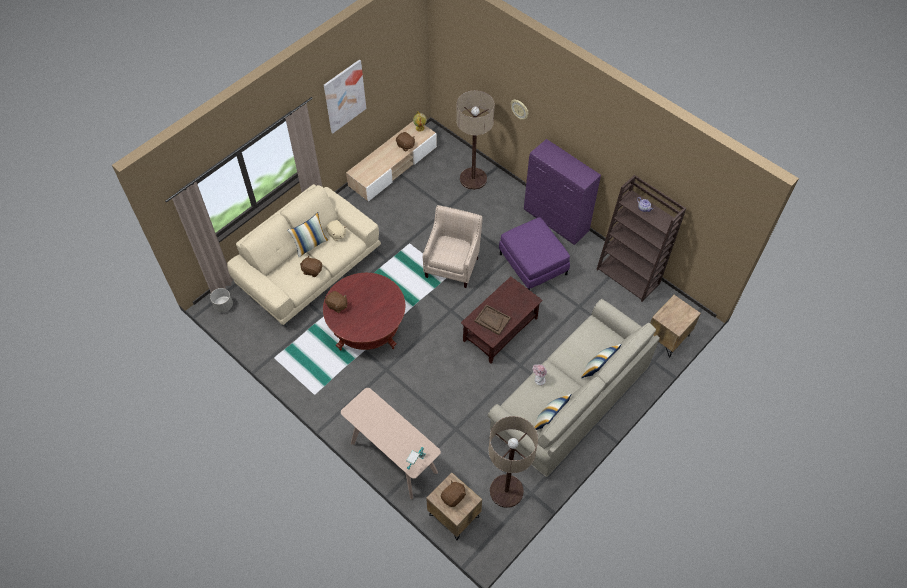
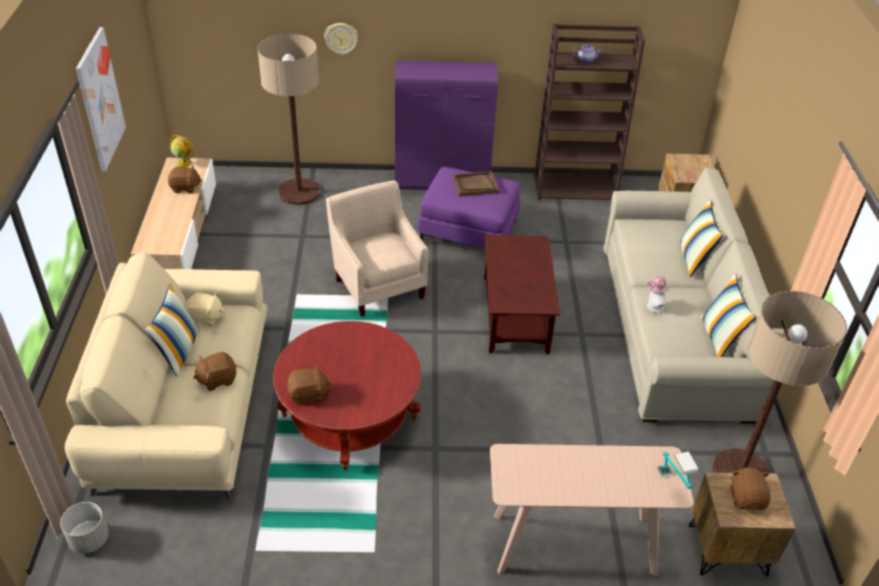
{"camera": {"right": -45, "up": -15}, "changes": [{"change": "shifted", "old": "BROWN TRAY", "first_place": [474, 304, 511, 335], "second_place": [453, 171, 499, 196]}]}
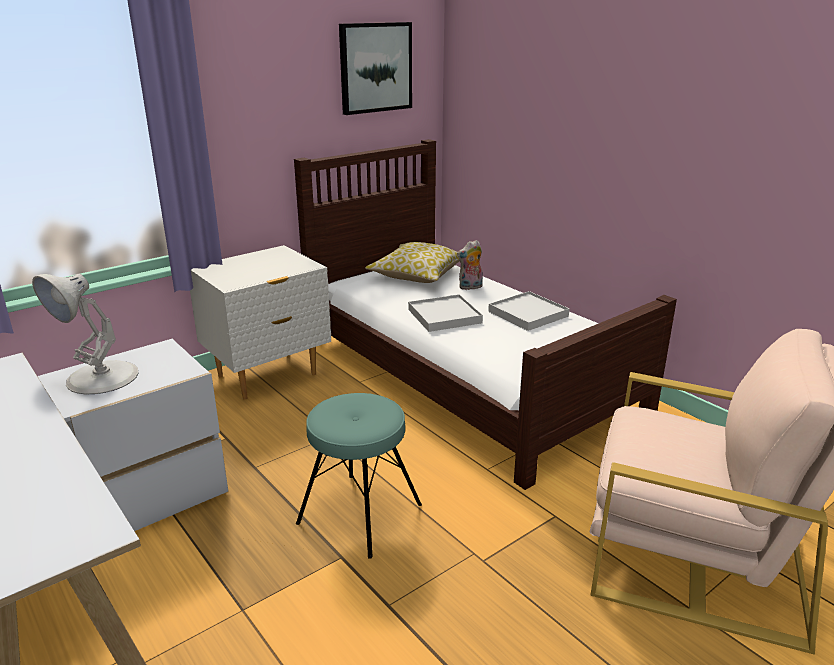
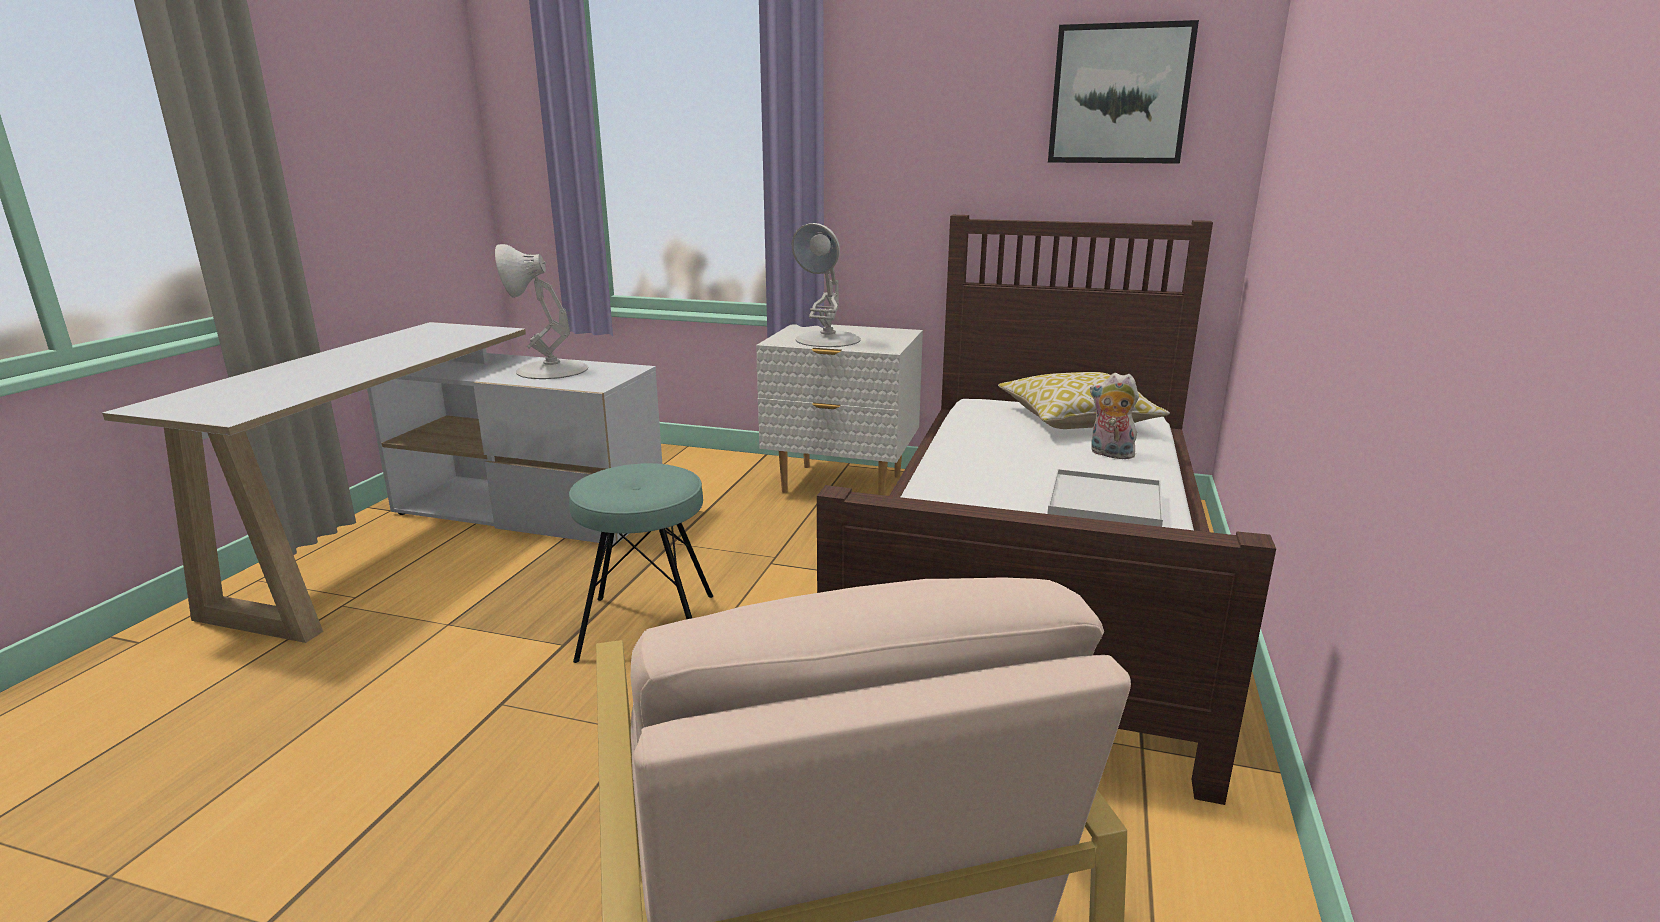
{"camera": {"right": 55, "up": -5}, "changes": [{"change": "gone", "old": "WHITE TRAY", "first_place": [408, 294, 483, 332]}, {"change": "new", "new": "WHITE TABLE LAMP", "second_place": [792, 223, 861, 347]}]}
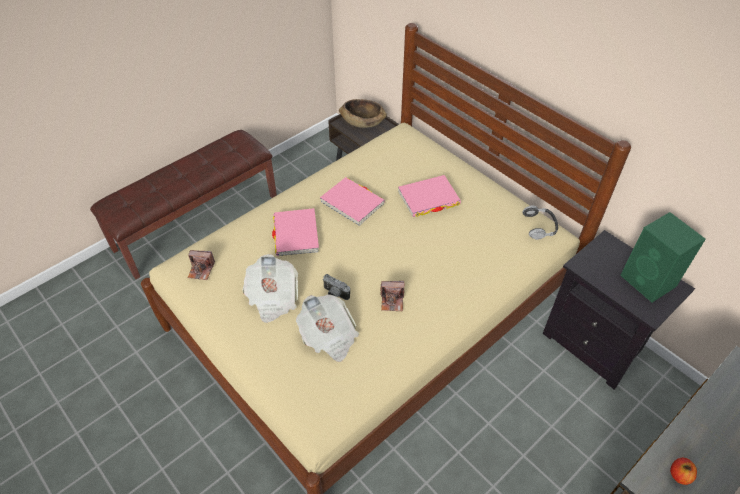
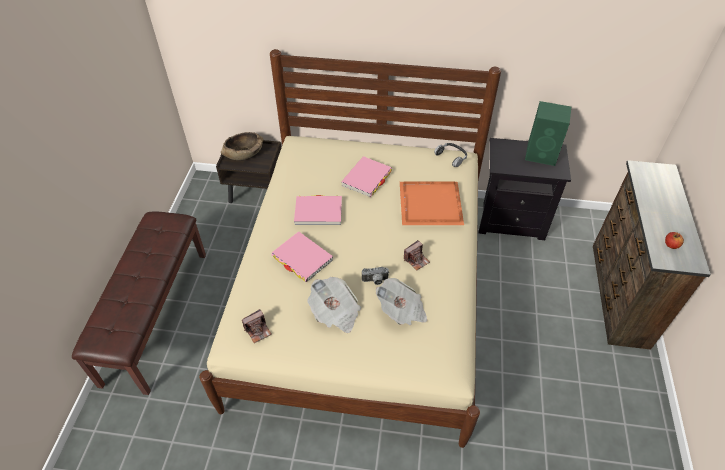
{"camera": {"right": -40, "up": 0}, "changes": [{"change": "new", "new": "ORANGE TRAY", "second_place": [400, 181, 464, 225]}]}
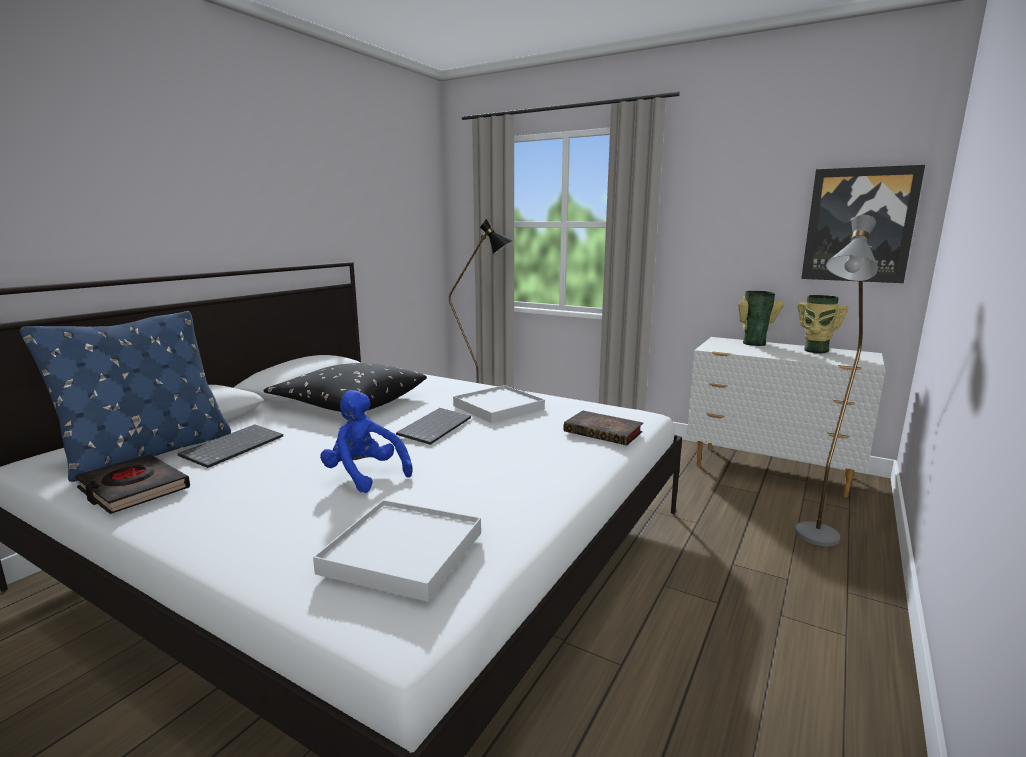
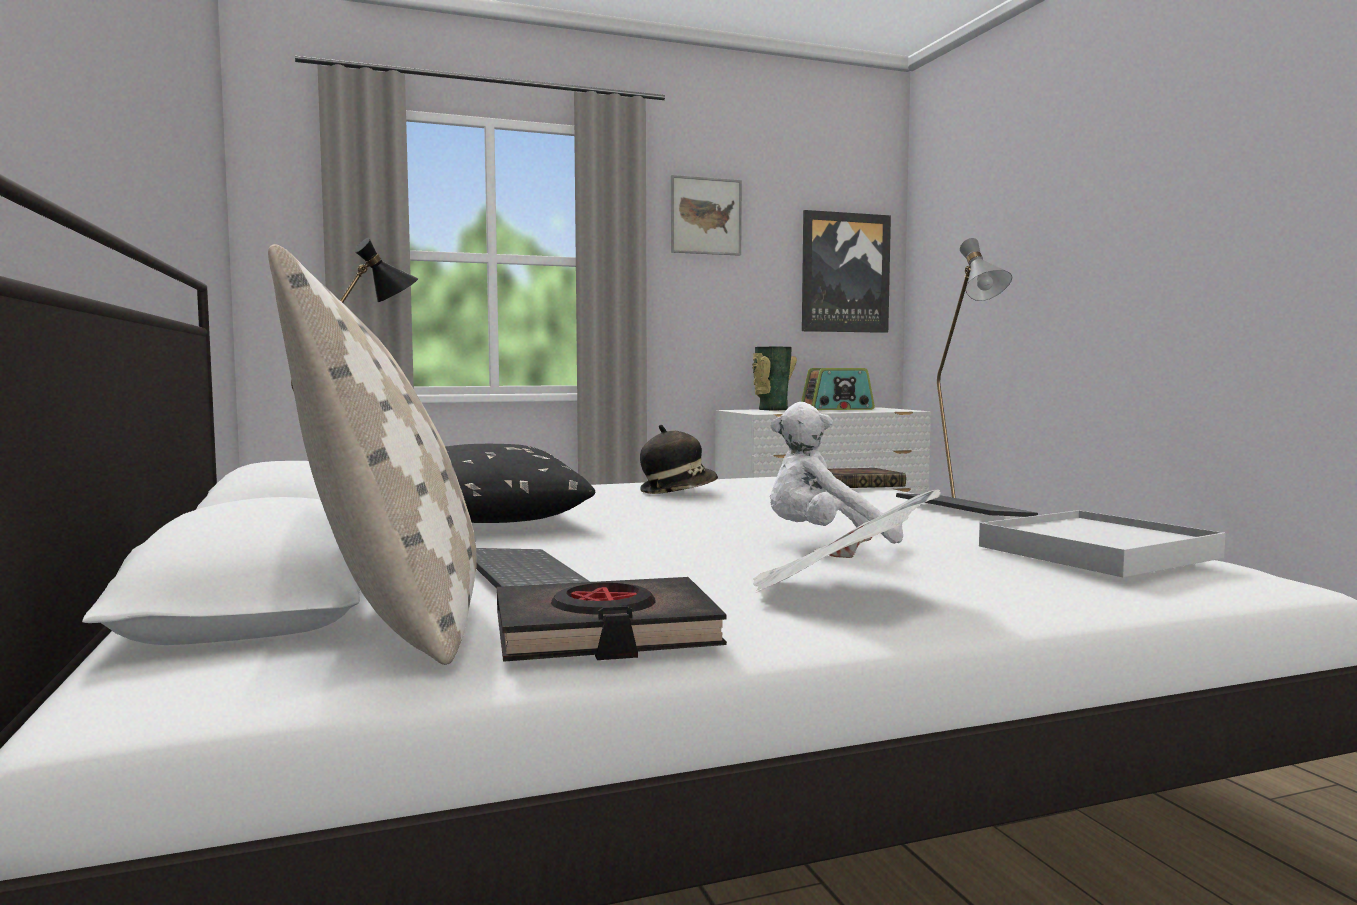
{"camera": {"right": -50, "up": -10}, "changes": [{"change": "swapped", "old": "VASE", "new": "RADIO", "first_place": [798, 295, 848, 353], "second_place": [801, 368, 875, 410]}, {"change": "repainted", "old": "BLUE PILLOW", "new": "BEIGE PILLOW", "first_place": [20, 311, 231, 482], "second_place": [268, 244, 477, 665]}, {"change": "swapped", "old": "WHITE TRAY", "new": "HAT", "first_place": [453, 385, 545, 423], "second_place": [640, 425, 718, 494]}, {"change": "repainted", "old": "BLUE PLUSH TOY", "new": "WHITE PLUSH TOY", "first_place": [320, 390, 413, 493], "second_place": [770, 402, 903, 544]}, {"change": "shifted", "old": "KEYBOARD", "first_place": [396, 408, 471, 445], "second_place": [896, 493, 1038, 517]}, {"change": "new", "new": "PICTURE", "second_place": [671, 175, 742, 256]}, {"change": "new", "new": "NEWSPAPER", "second_place": [753, 490, 941, 593]}]}
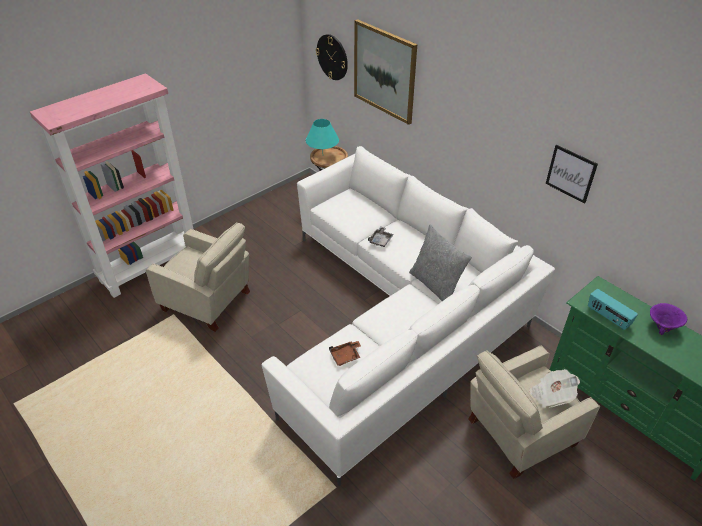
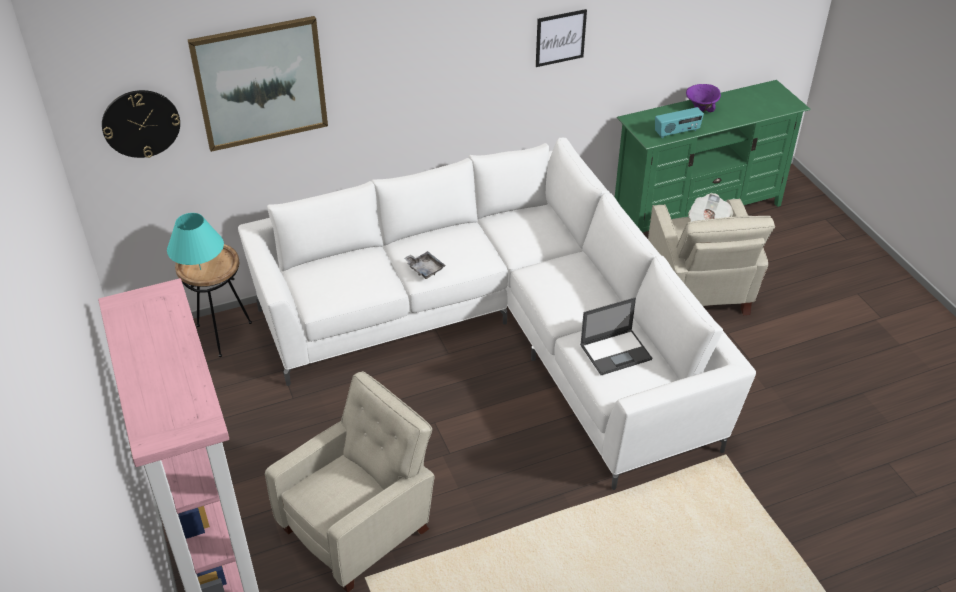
{"camera": {"right": -70, "up": 0}, "changes": [{"change": "gone", "old": "GREY PILLOW", "first_place": [409, 224, 472, 301]}, {"change": "swapped", "old": "BROWN TRAY", "new": "LAPTOP", "first_place": [329, 341, 361, 366], "second_place": [580, 297, 652, 375]}]}
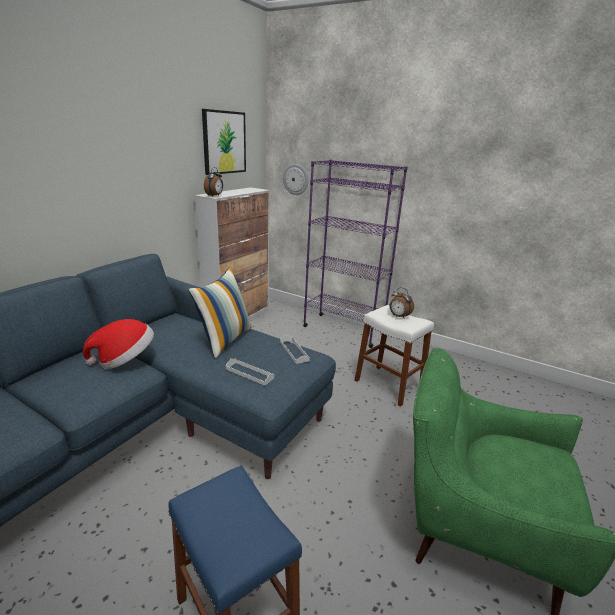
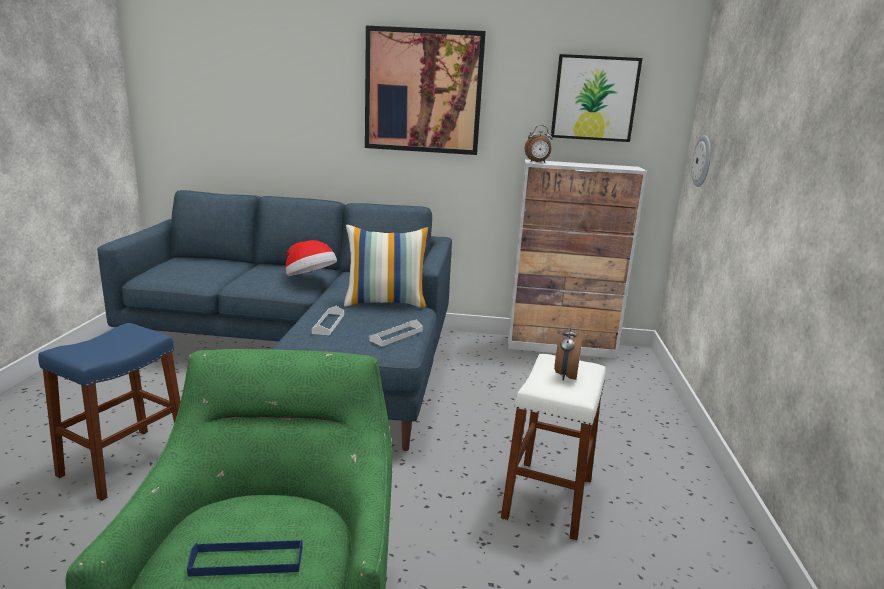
{"camera": {"right": 65, "up": -5}, "changes": [{"change": "gone", "old": "PURPLE BOOKCASE", "first_place": [303, 160, 408, 348]}, {"change": "new", "new": "PICTURE", "second_place": [365, 26, 486, 155]}, {"change": "new", "new": "BLUE TRAY", "second_place": [187, 539, 303, 577]}]}
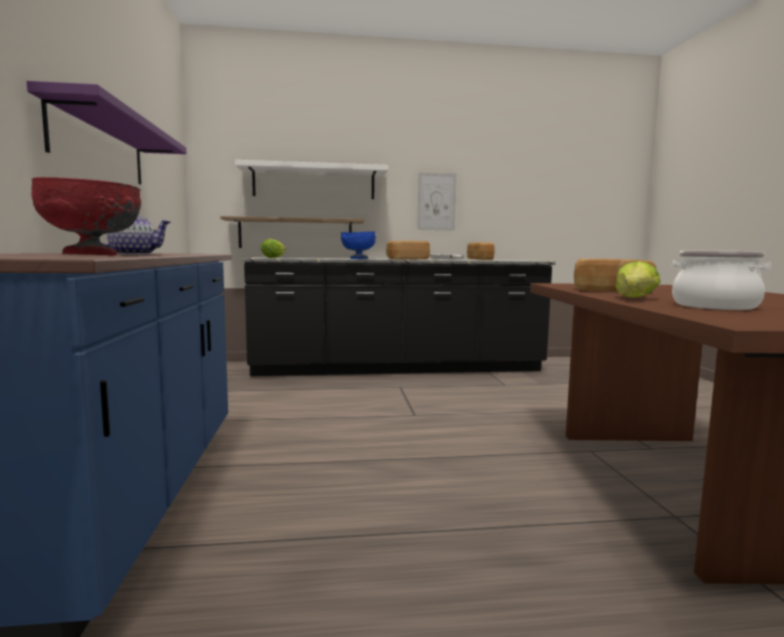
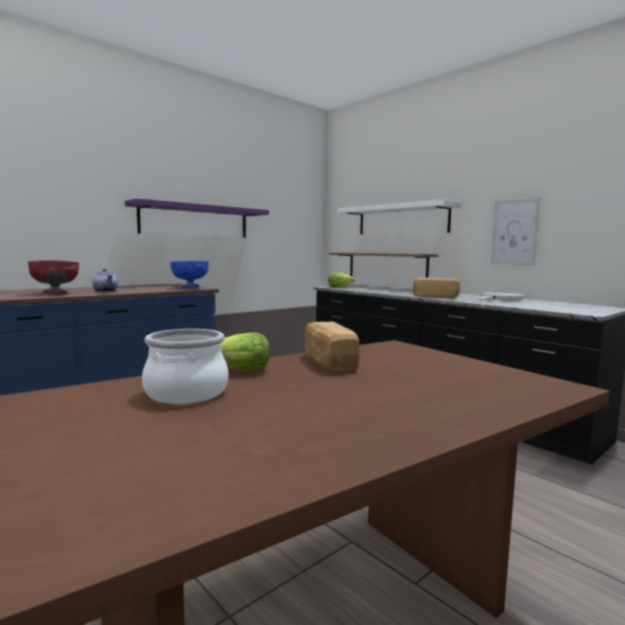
{"camera": {"right": 55, "up": 0}, "changes": [{"change": "shifted", "old": "BLUE BOWL", "first_place": [341, 232, 376, 259], "second_place": [170, 261, 209, 288]}, {"change": "gone", "old": "BREAD", "first_place": [467, 242, 495, 260]}]}
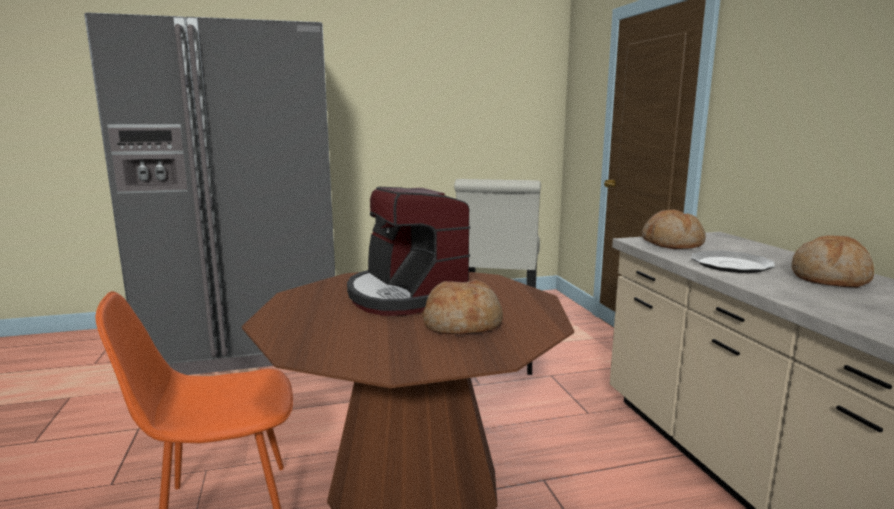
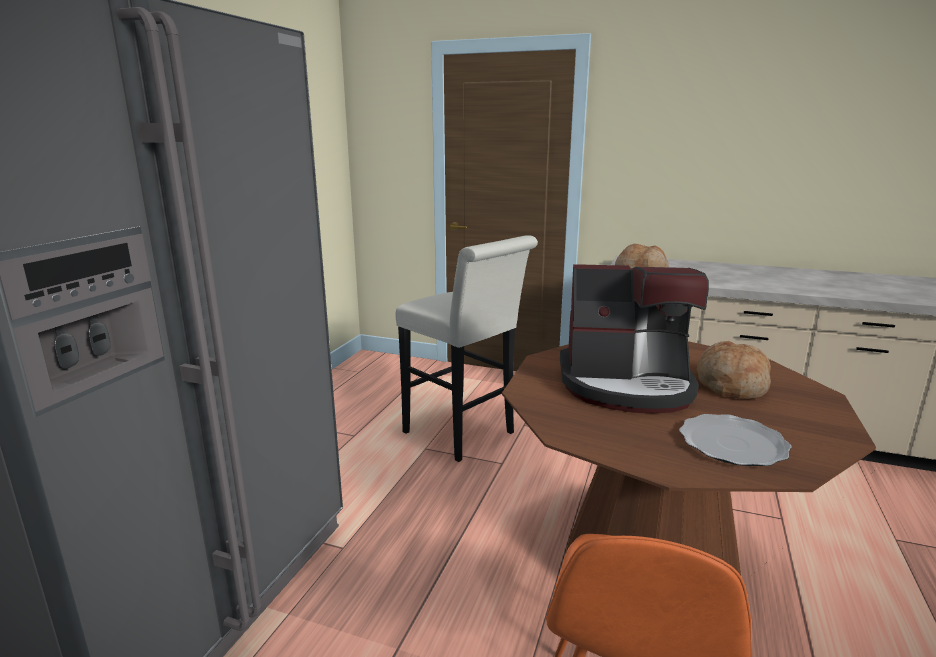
{"camera": {"right": -55, "up": 5}, "changes": [{"change": "gone", "old": "BREAD", "first_place": [791, 235, 874, 287]}, {"change": "shifted", "old": "PLATE", "first_place": [691, 251, 775, 273], "second_place": [679, 414, 792, 466]}]}
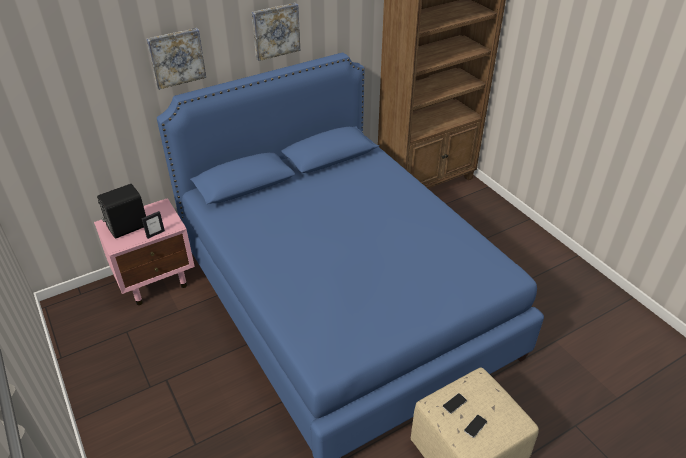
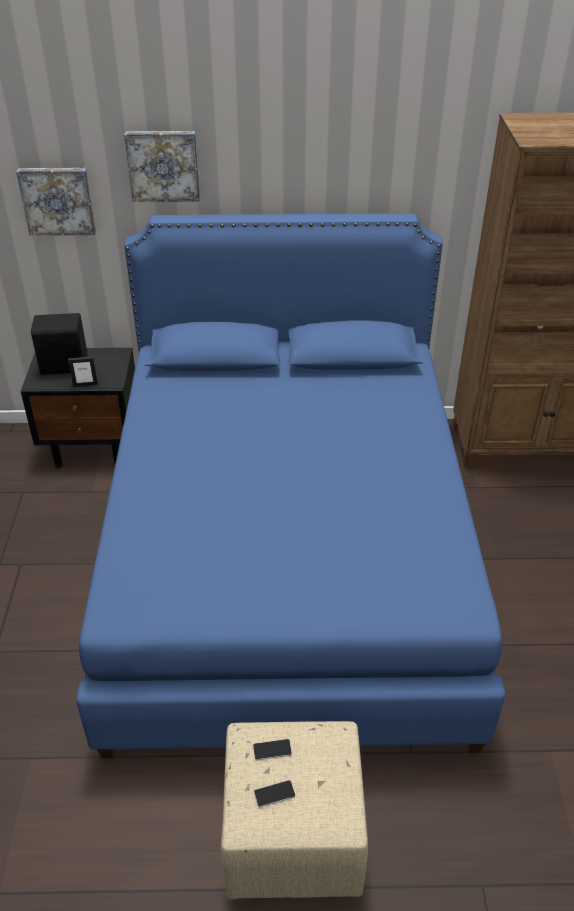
{"camera": {"right": 30, "up": 0}, "changes": [{"change": "shifted", "old": "PICTURE", "first_place": [252, 3, 300, 61], "second_place": [16, 168, 96, 236]}, {"change": "repainted", "old": "PINK NIGHTSTAND", "new": "BLACK NIGHTSTAND", "first_place": [94, 198, 195, 305], "second_place": [21, 348, 135, 468]}]}
